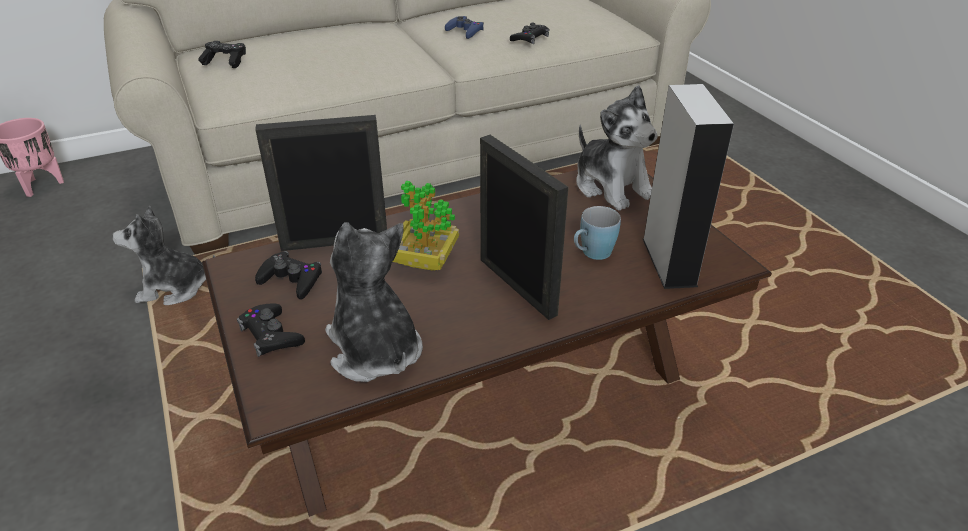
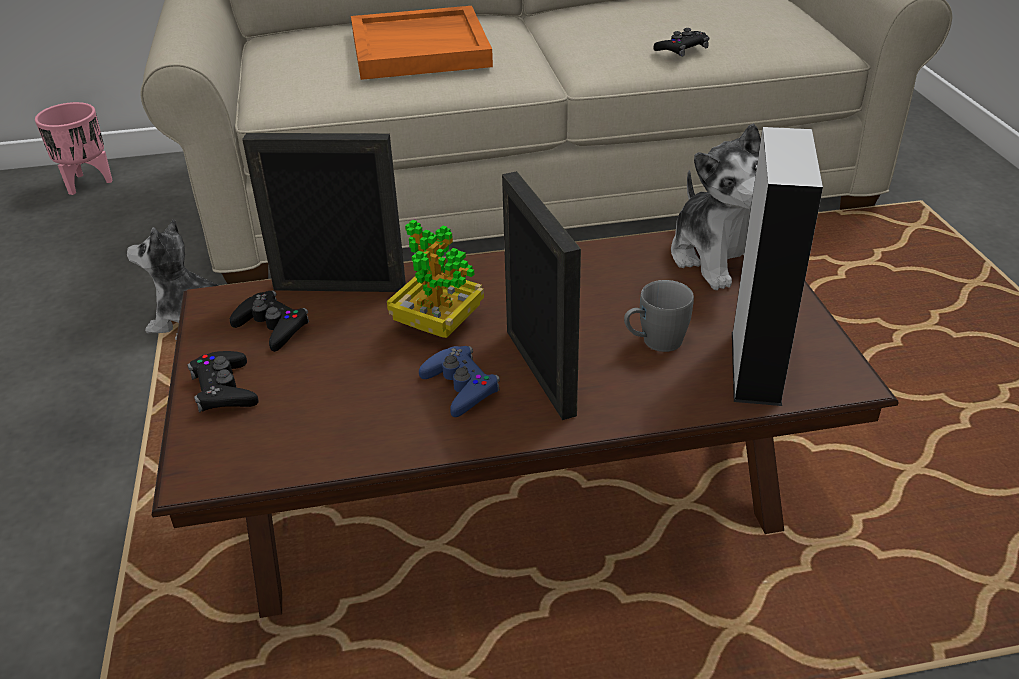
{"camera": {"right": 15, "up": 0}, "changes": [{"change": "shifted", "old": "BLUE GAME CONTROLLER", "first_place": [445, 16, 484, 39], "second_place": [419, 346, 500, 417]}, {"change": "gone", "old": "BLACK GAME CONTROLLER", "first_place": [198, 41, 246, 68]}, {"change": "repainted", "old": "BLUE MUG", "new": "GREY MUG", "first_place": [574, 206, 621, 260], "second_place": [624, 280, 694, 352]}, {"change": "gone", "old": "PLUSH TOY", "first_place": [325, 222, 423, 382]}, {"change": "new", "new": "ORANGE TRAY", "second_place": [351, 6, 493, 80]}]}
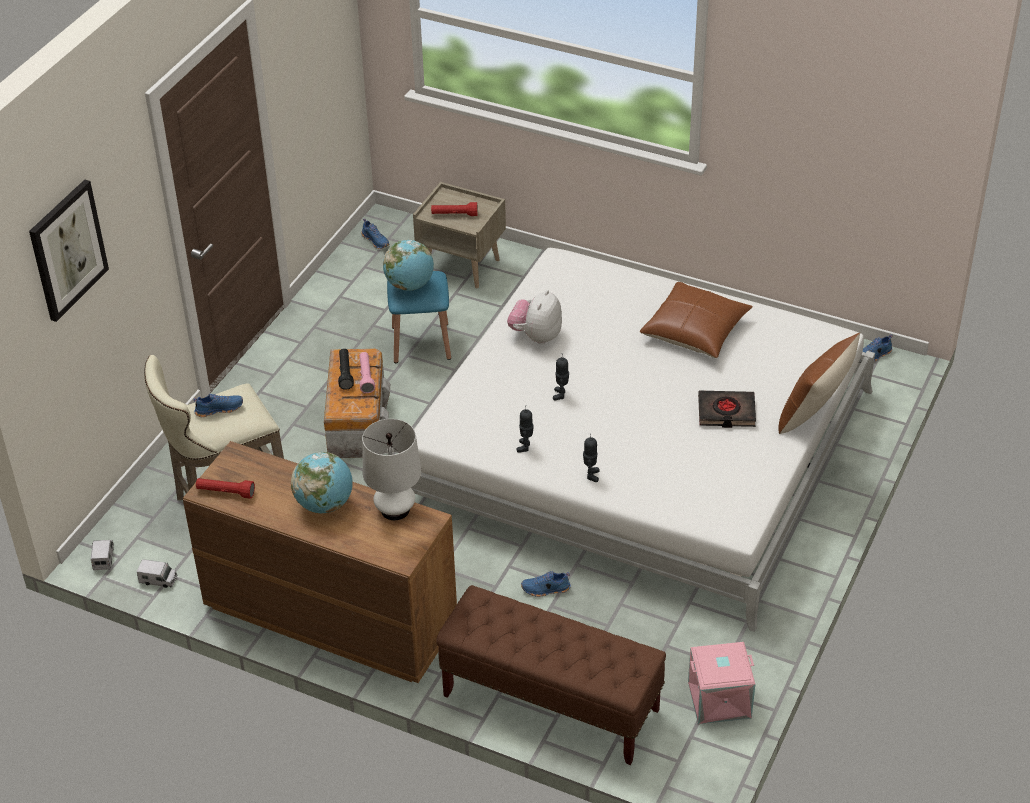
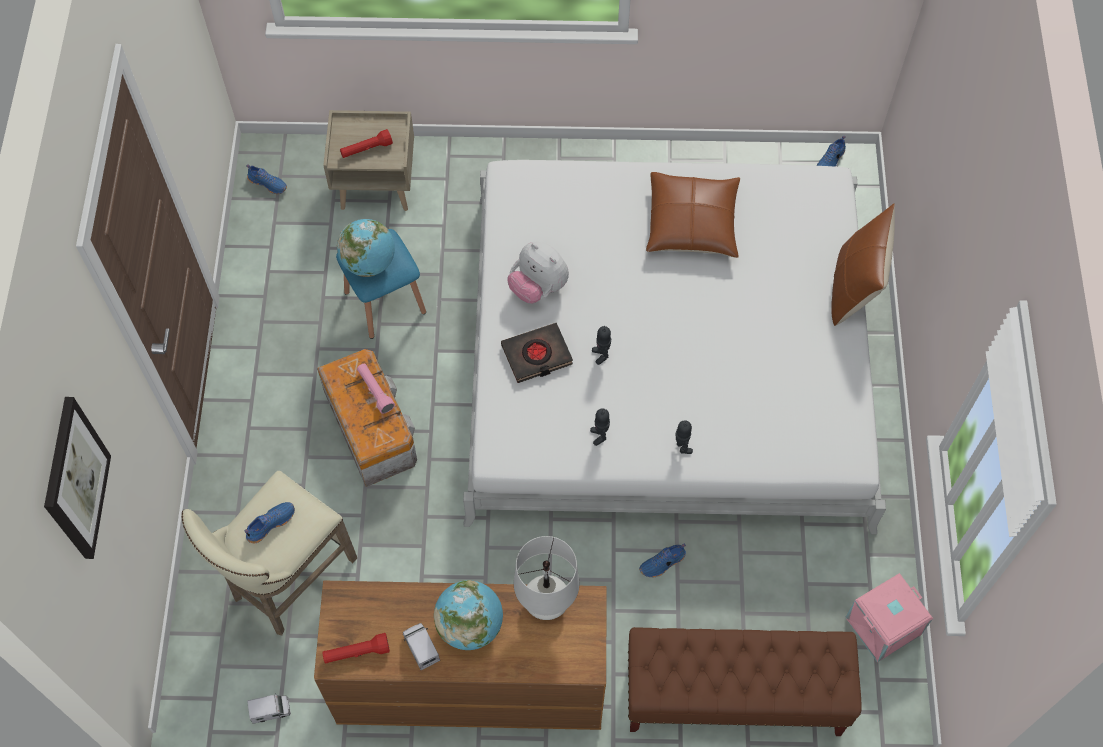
{"camera": {"right": -25, "up": 20}, "changes": [{"change": "rotated", "old": "PLUSH TOY", "first_place": [507, 290, 562, 344], "second_place": [507, 242, 569, 303], "degrees": -45}, {"change": "gone", "old": "BLACK FLASHLIGHT", "first_place": [338, 348, 354, 390]}, {"change": "shifted", "old": "BLACK BOOK", "first_place": [698, 390, 756, 428], "second_place": [501, 323, 573, 383]}, {"change": "shifted", "old": "TOY TRUCK", "first_place": [91, 540, 114, 570], "second_place": [403, 623, 440, 670]}]}
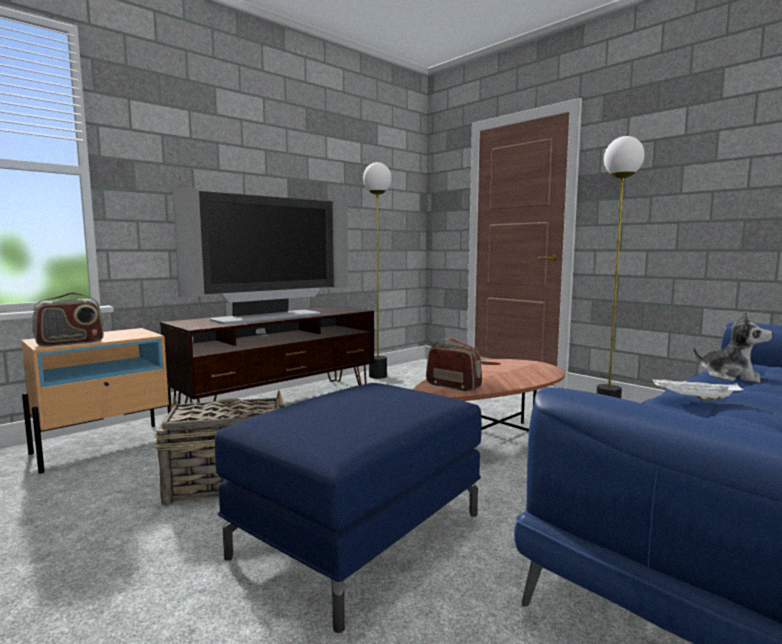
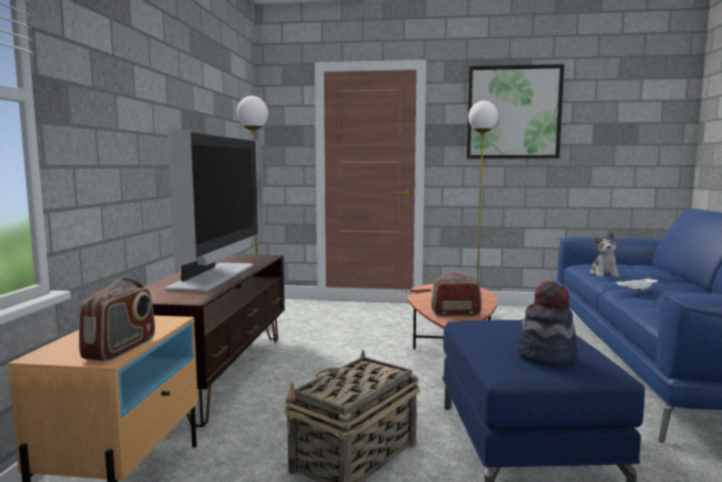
{"camera": {"right": -40, "up": 0}, "changes": [{"change": "rotated", "old": "PLUSH TOY", "first_place": [693, 311, 773, 383], "second_place": [590, 232, 619, 277], "degrees": 105}, {"change": "new", "new": "PICTURE", "second_place": [467, 64, 564, 159]}, {"change": "new", "new": "HAT", "second_place": [517, 281, 578, 366]}]}
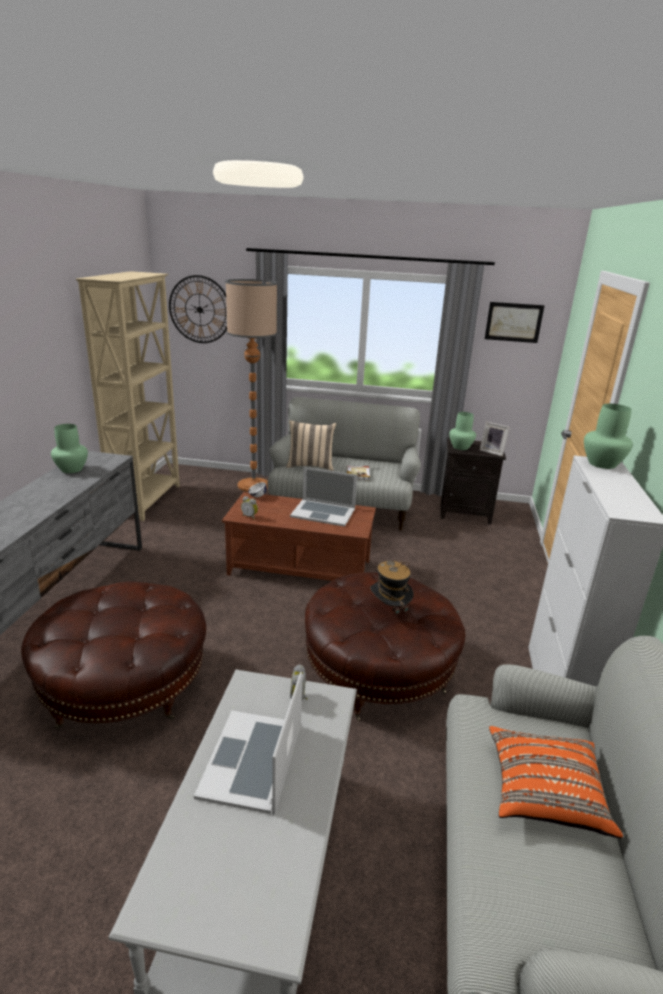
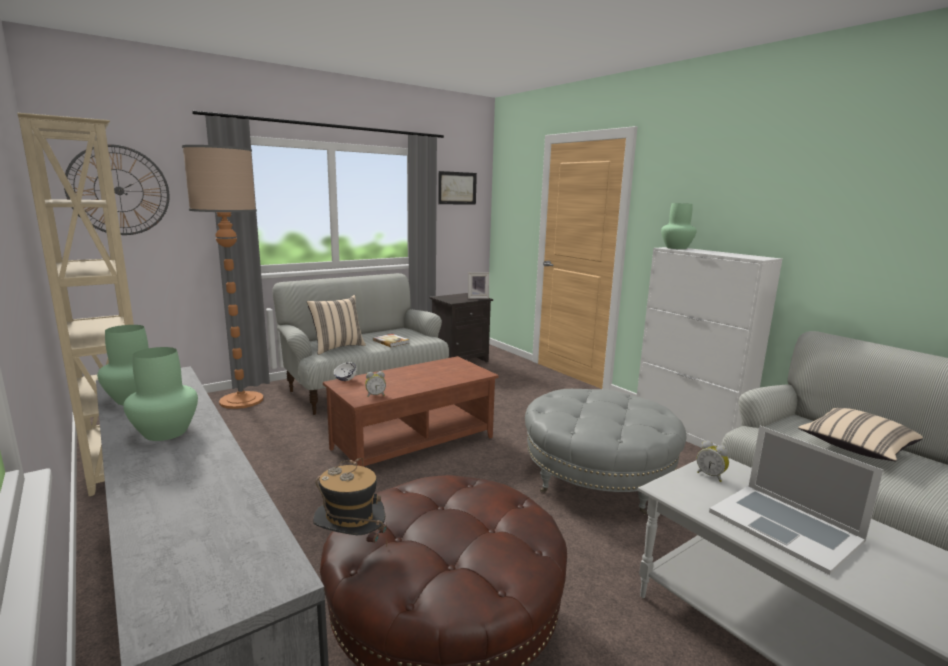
{"camera": {"right": -45, "up": -10}, "changes": [{"change": "shifted", "old": "GREEN VASE", "first_place": [449, 412, 476, 450], "second_place": [123, 347, 198, 441]}, {"change": "gone", "old": "LAPTOP", "first_place": [290, 467, 357, 527]}, {"change": "shifted", "old": "HAT", "first_place": [370, 560, 414, 620], "second_place": [313, 458, 387, 547]}, {"change": "repainted", "old": "BROWN OTTOMAN", "new": "GREY OTTOMAN", "first_place": [305, 572, 466, 721], "second_place": [525, 389, 687, 515]}, {"change": "repainted", "old": "ORANGE PILLOW", "new": "BEIGE PILLOW", "first_place": [489, 726, 623, 838], "second_place": [798, 408, 923, 461]}]}
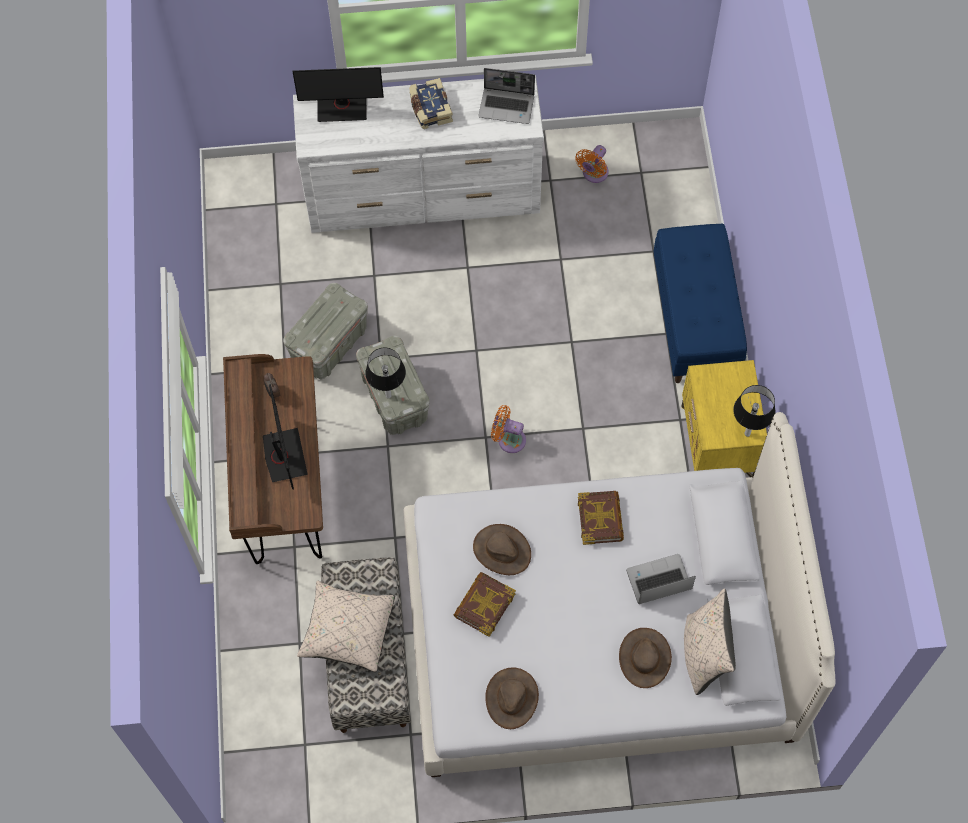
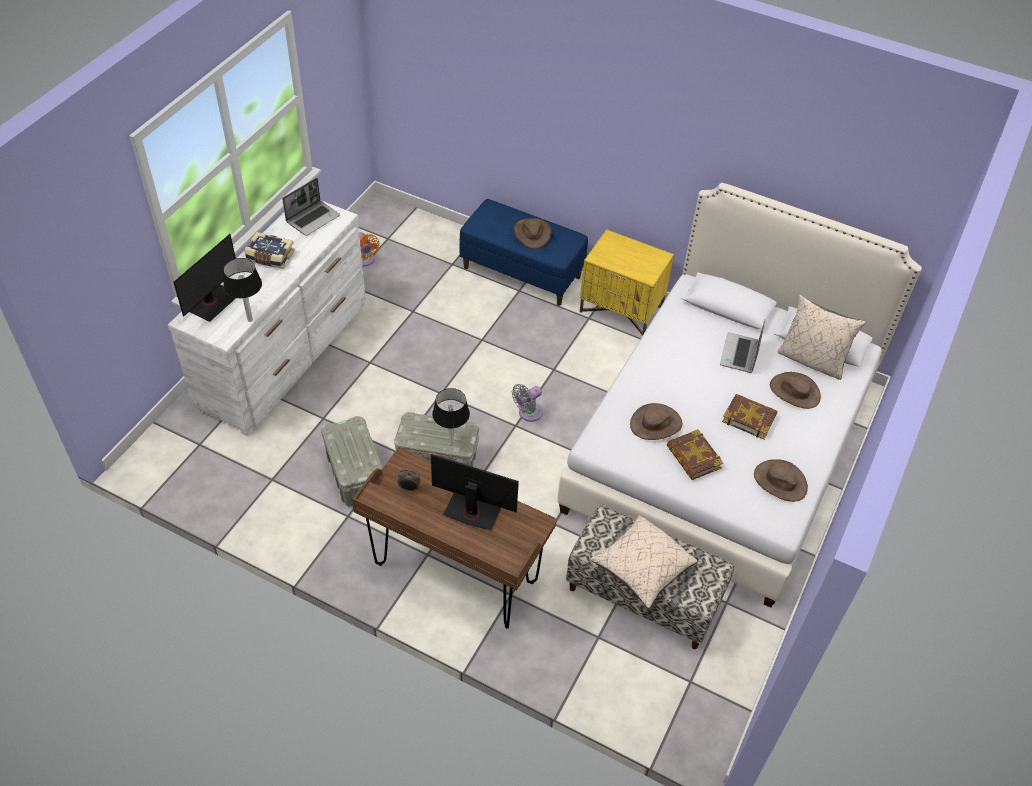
{"camera": {"right": -60, "up": -15}, "changes": [{"change": "shifted", "old": "TABLE LAMP", "first_place": [733, 385, 776, 437], "second_place": [223, 258, 262, 322]}, {"change": "repainted", "old": "ORANGE FAN", "new": "GREY FAN", "first_place": [491, 405, 526, 453], "second_place": [512, 384, 543, 422]}, {"change": "shifted", "old": "BOOK", "first_place": [578, 491, 624, 545], "second_place": [722, 394, 777, 439]}, {"change": "new", "new": "BROWN HAT", "second_place": [514, 218, 551, 249]}]}
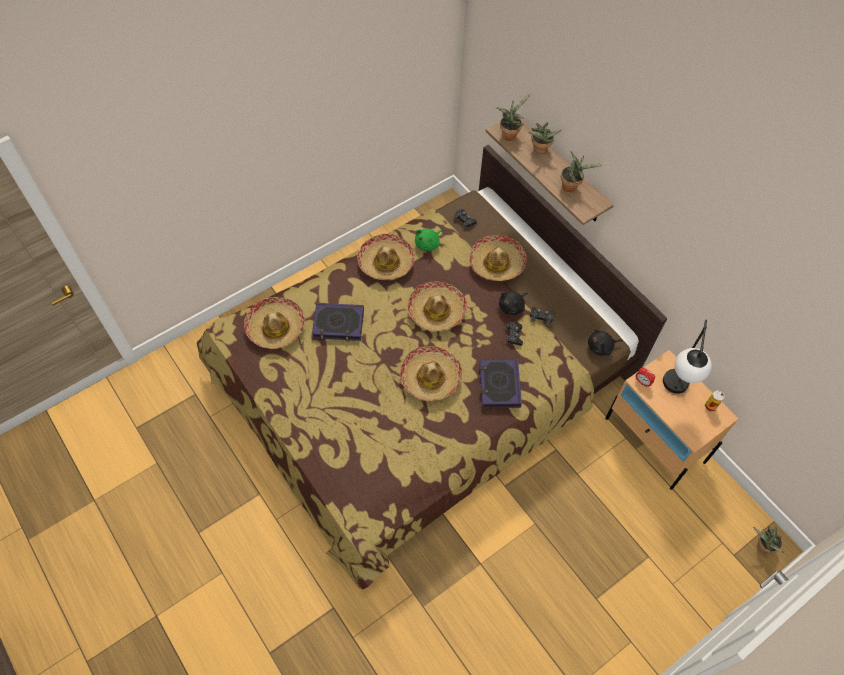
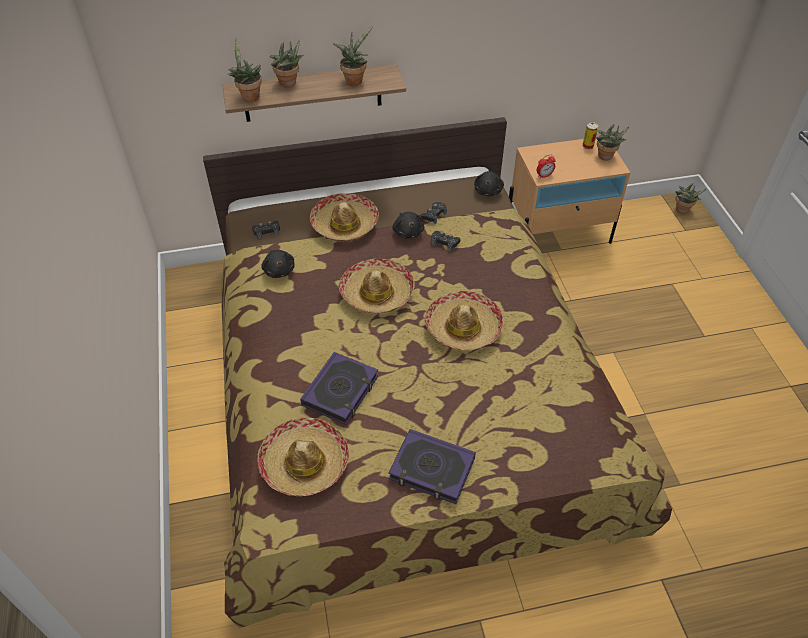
{"camera": {"right": -65, "up": -10}, "changes": [{"change": "repainted", "old": "GREEN PLUSH TOY", "new": "BLACK PLUSH TOY", "first_place": [415, 229, 442, 251], "second_place": [261, 250, 295, 278]}, {"change": "gone", "old": "HAT", "first_place": [357, 234, 415, 280]}, {"change": "gone", "old": "TABLE LAMP", "first_place": [663, 320, 712, 394]}, {"change": "shifted", "old": "BOOK", "first_place": [479, 360, 522, 408], "second_place": [388, 429, 476, 504]}, {"change": "new", "new": "POTTED PLANT", "second_place": [596, 124, 629, 161]}]}
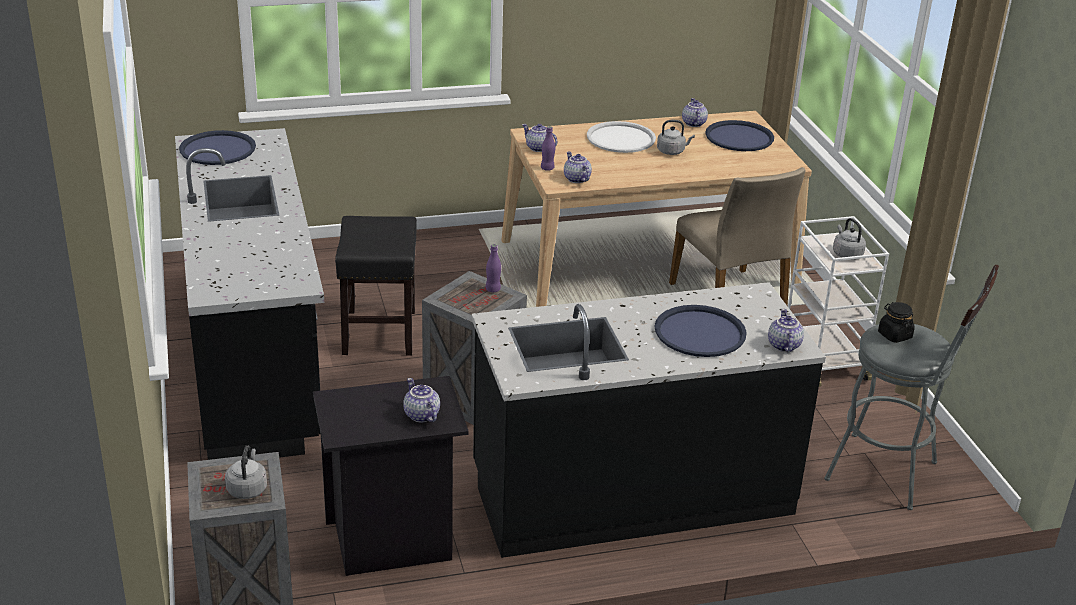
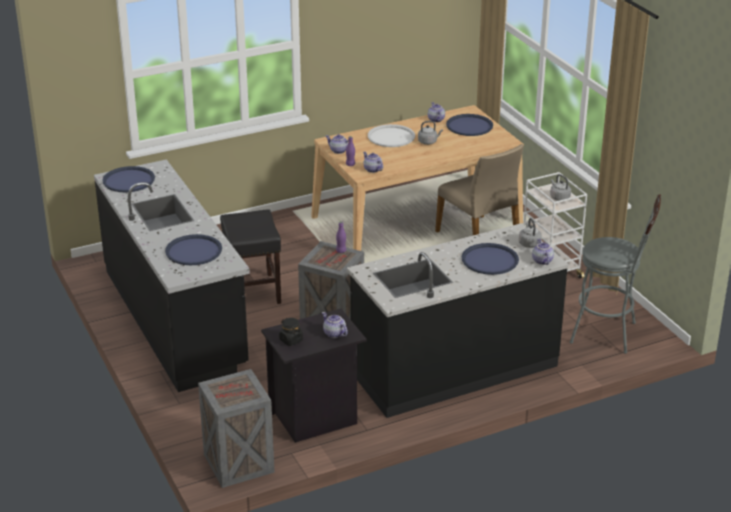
{"camera": {"right": -10, "up": 0}, "changes": [{"change": "shifted", "old": "BLACK JAR", "first_place": [878, 302, 914, 343], "second_place": [279, 318, 303, 346]}, {"change": "shifted", "old": "GREY KETTLE", "first_place": [225, 445, 267, 499], "second_place": [519, 218, 542, 248]}, {"change": "new", "new": "BLUE TRAY", "second_place": [165, 234, 222, 265]}]}
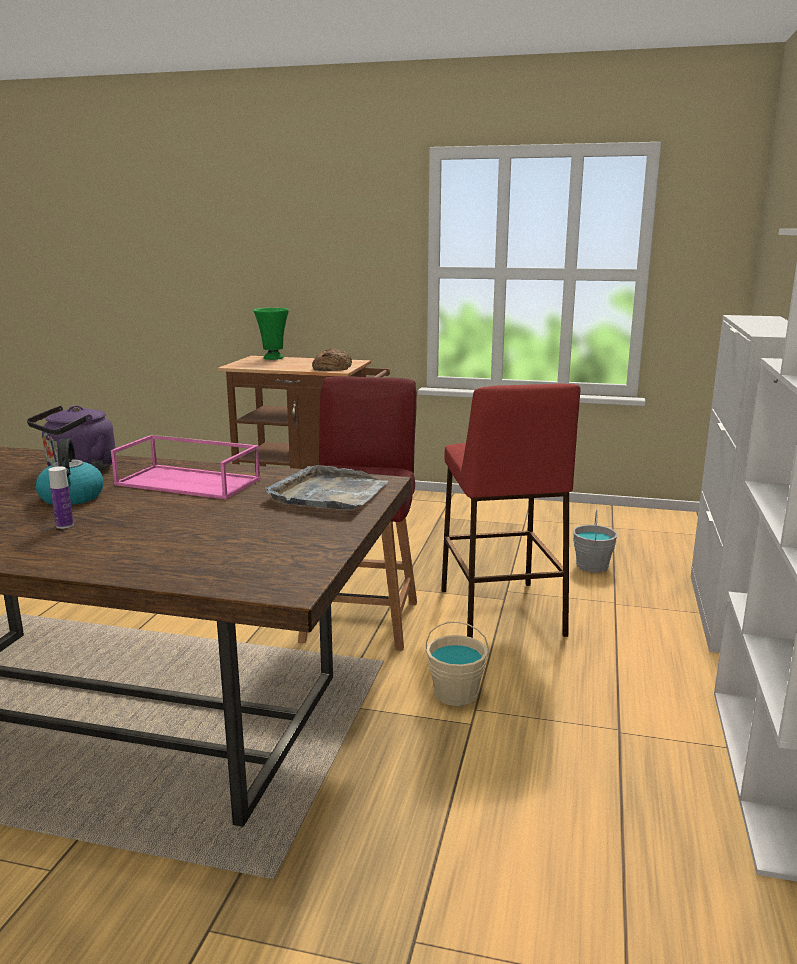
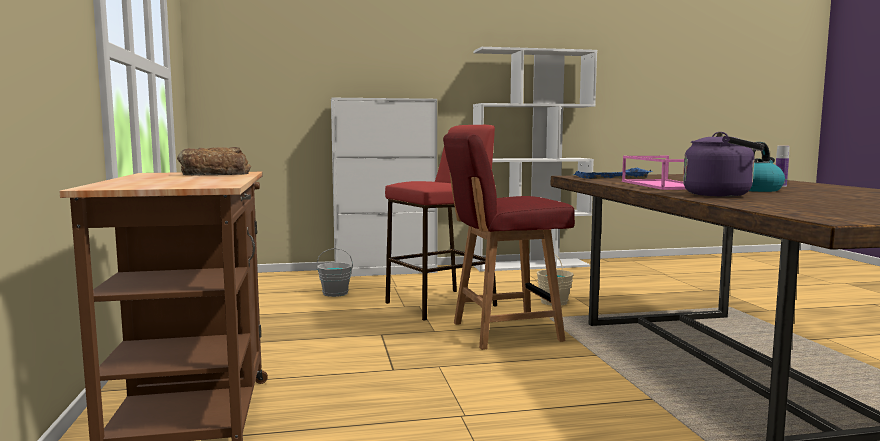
{"camera": {"right": -115, "up": -10}, "changes": [{"change": "gone", "old": "GREEN VASE", "first_place": [253, 308, 289, 360]}, {"change": "repainted", "old": "GREY TRAY", "new": "BLUE TRAY", "first_place": [265, 465, 388, 510], "second_place": [574, 167, 653, 179]}]}
